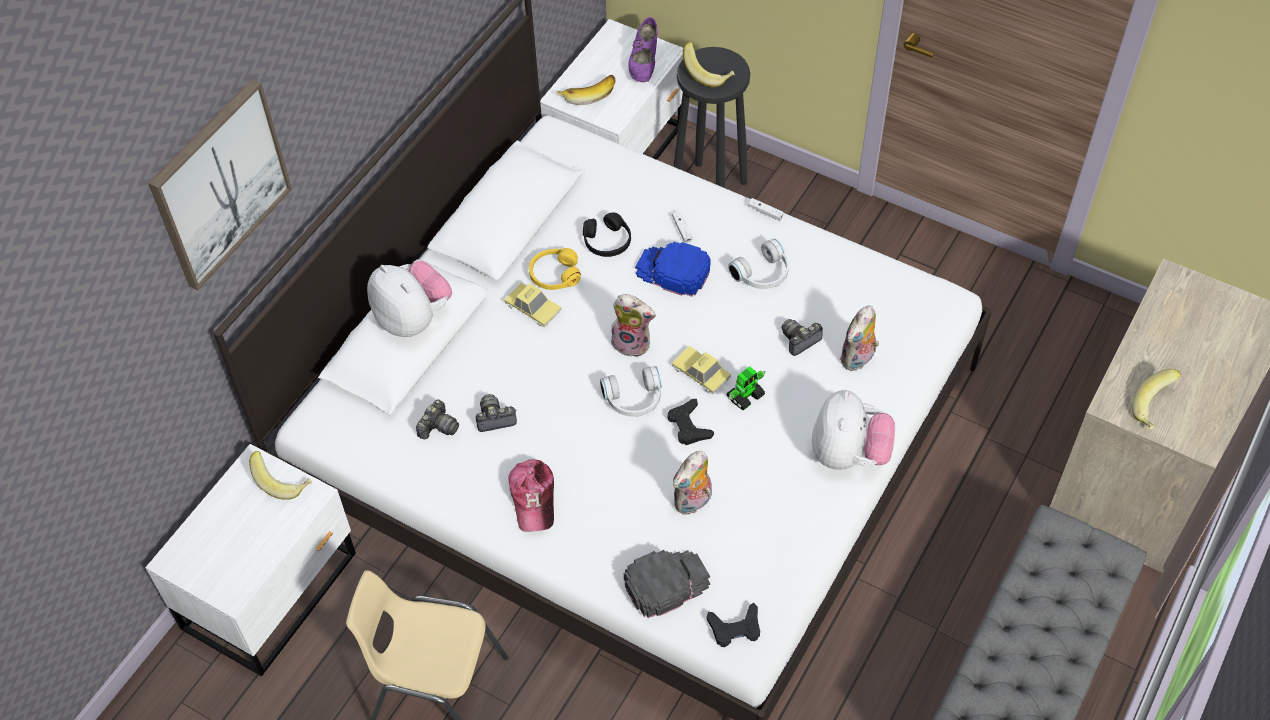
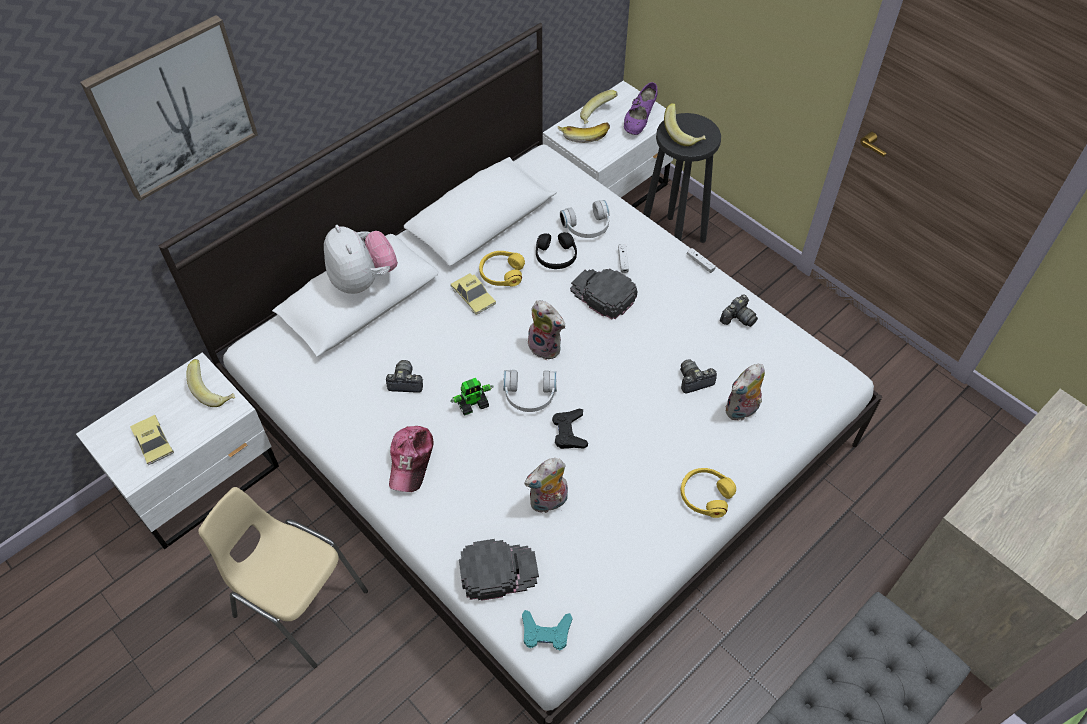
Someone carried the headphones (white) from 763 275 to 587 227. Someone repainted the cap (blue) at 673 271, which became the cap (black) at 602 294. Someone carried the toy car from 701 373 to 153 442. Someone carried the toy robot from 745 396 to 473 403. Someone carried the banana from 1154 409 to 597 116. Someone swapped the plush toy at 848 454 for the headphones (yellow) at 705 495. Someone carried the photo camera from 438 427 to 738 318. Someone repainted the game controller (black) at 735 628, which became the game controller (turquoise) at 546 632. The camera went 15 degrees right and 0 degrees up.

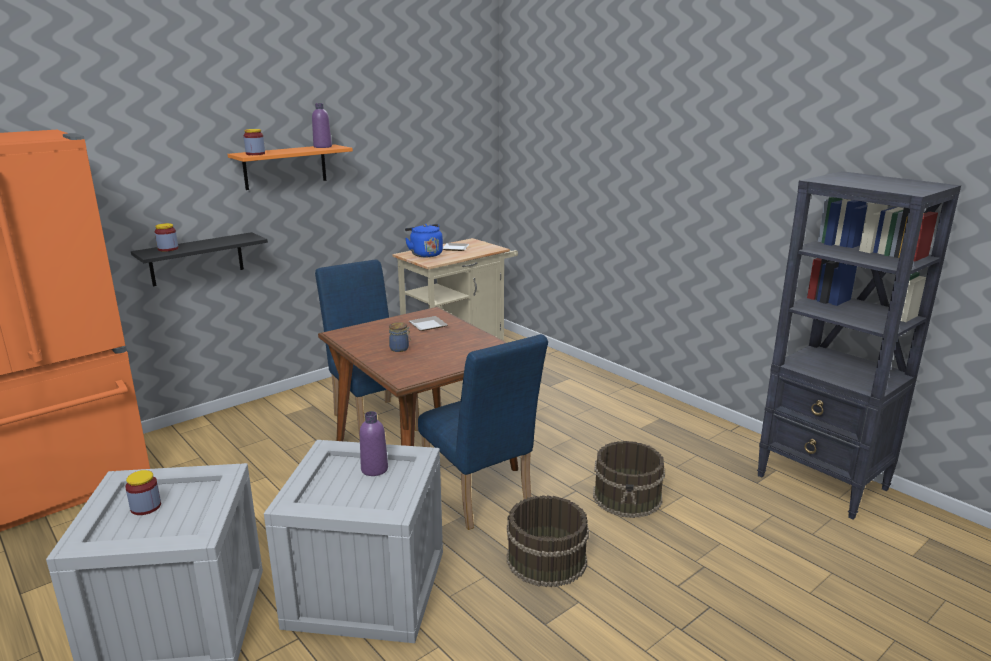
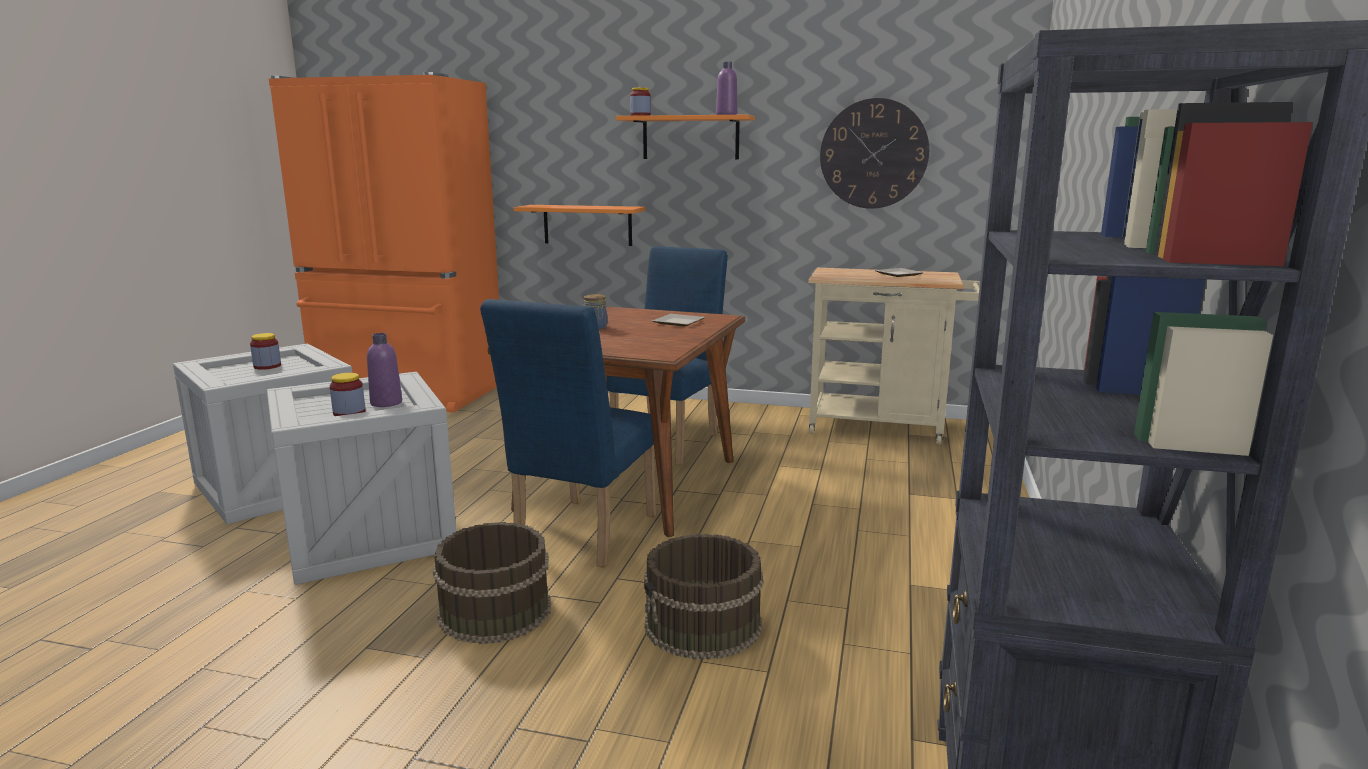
Someone carried the jar from 168 249 to 349 413. Someone took away the kettle (blue) at 425 254. Someone repainted the shelf (black) at 196 259, which became the shelf (orange) at 587 225. Someone put up the wall clock at 873 154. The camera went 55 degrees right and 5 degrees down.

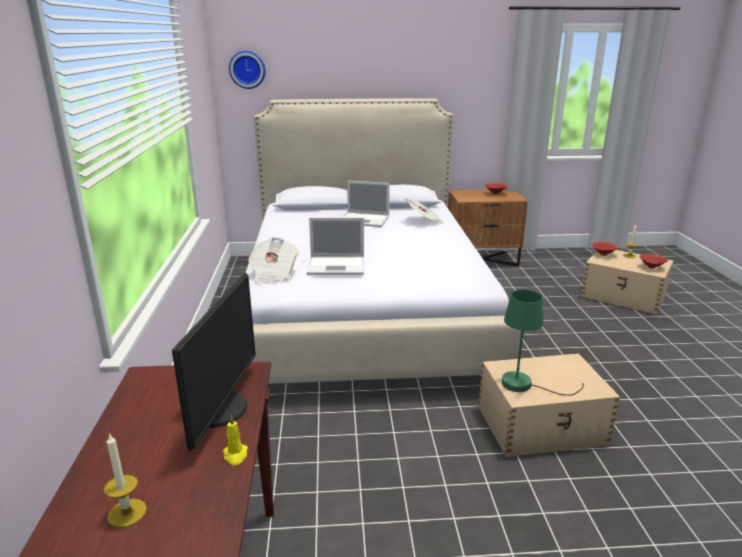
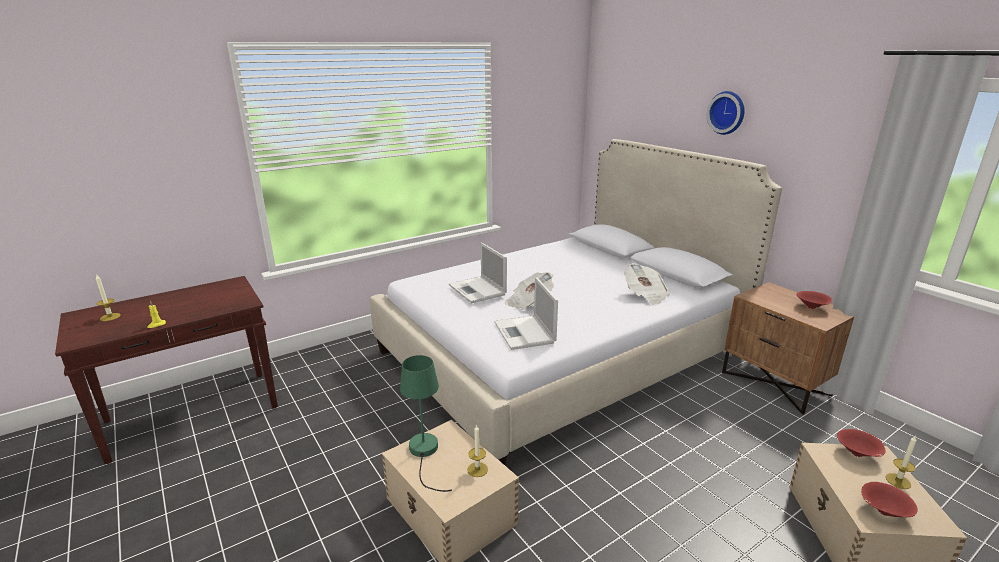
Someone carried the wall clock from 247 69 to 727 112. Someone carried the laptop from 365 220 to 525 333. Someone carried the newspaper from 273 274 to 528 302. Someone took away the monitor at 221 409. Someone put down the candle at 477 469. The camera went 60 degrees right and 0 degrees up.

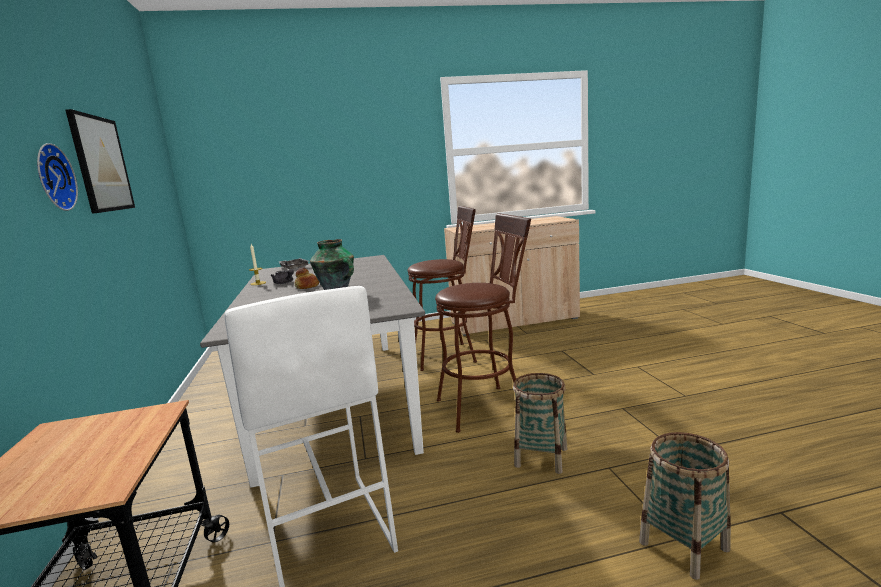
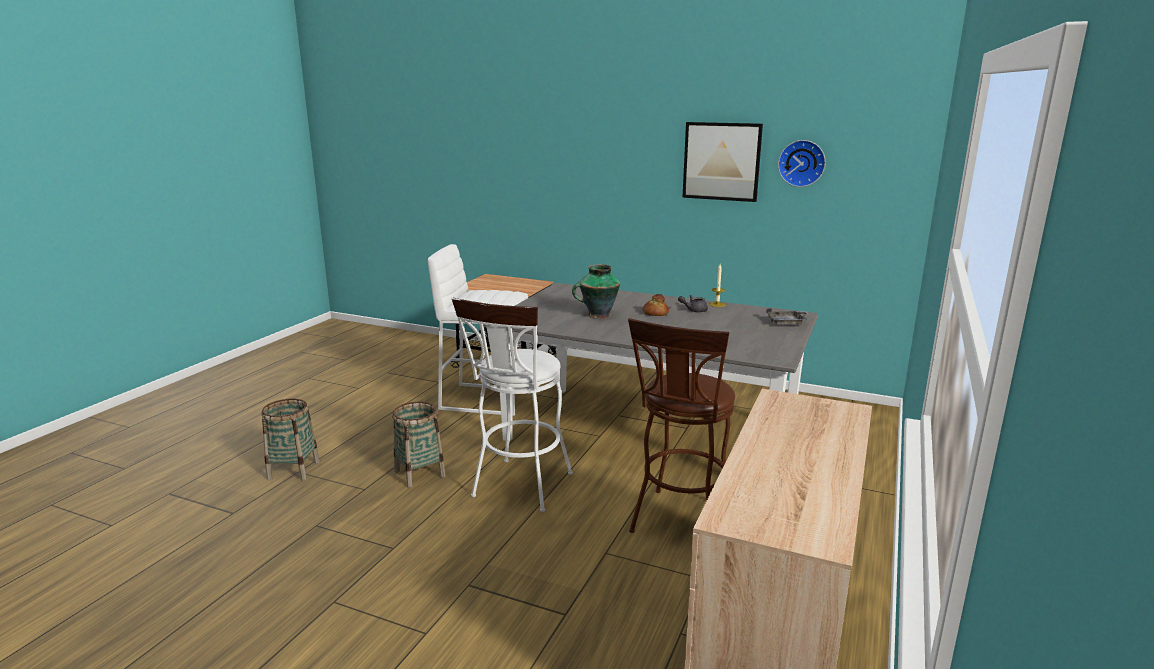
Someone carried the wall clock from 52 178 to 801 163. Someone repainted the stool (brown) at 487 406, which became the stool (white) at 519 489. The camera went 125 degrees right and 5 degrees up.

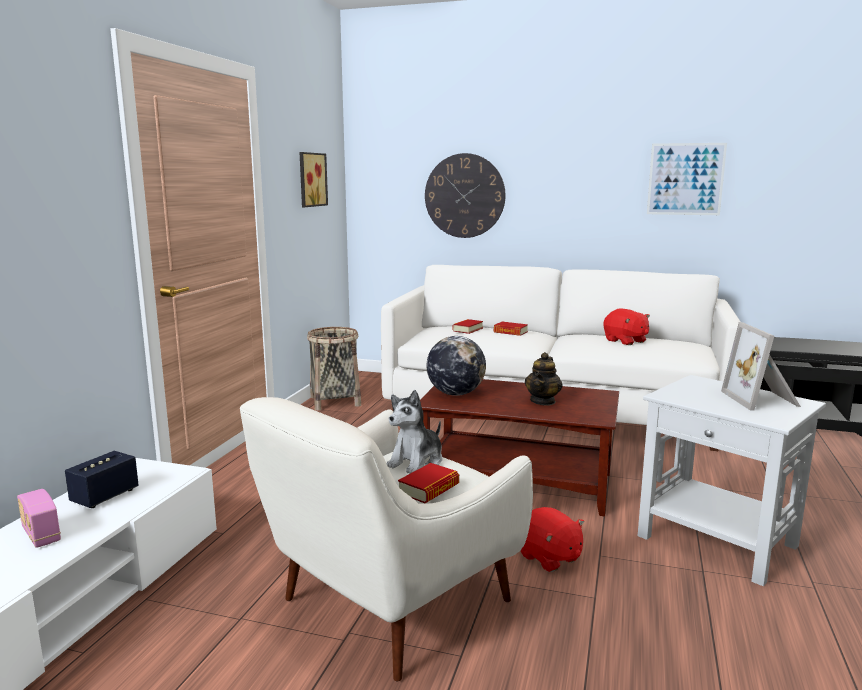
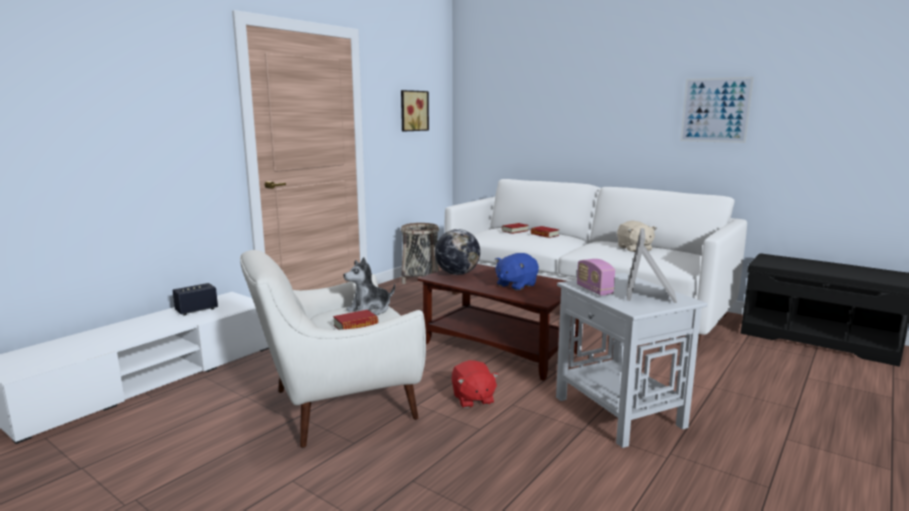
Someone took away the wall clock at 464 196. Someone repainted the plush toy (red) at 625 341, which became the plush toy (beige) at 634 248. Someone swapped the teapot at 543 401 for the plush toy (blue) at 515 285. Someone carried the radio from 41 535 to 594 290. The camera went 20 degrees right and 0 degrees up.

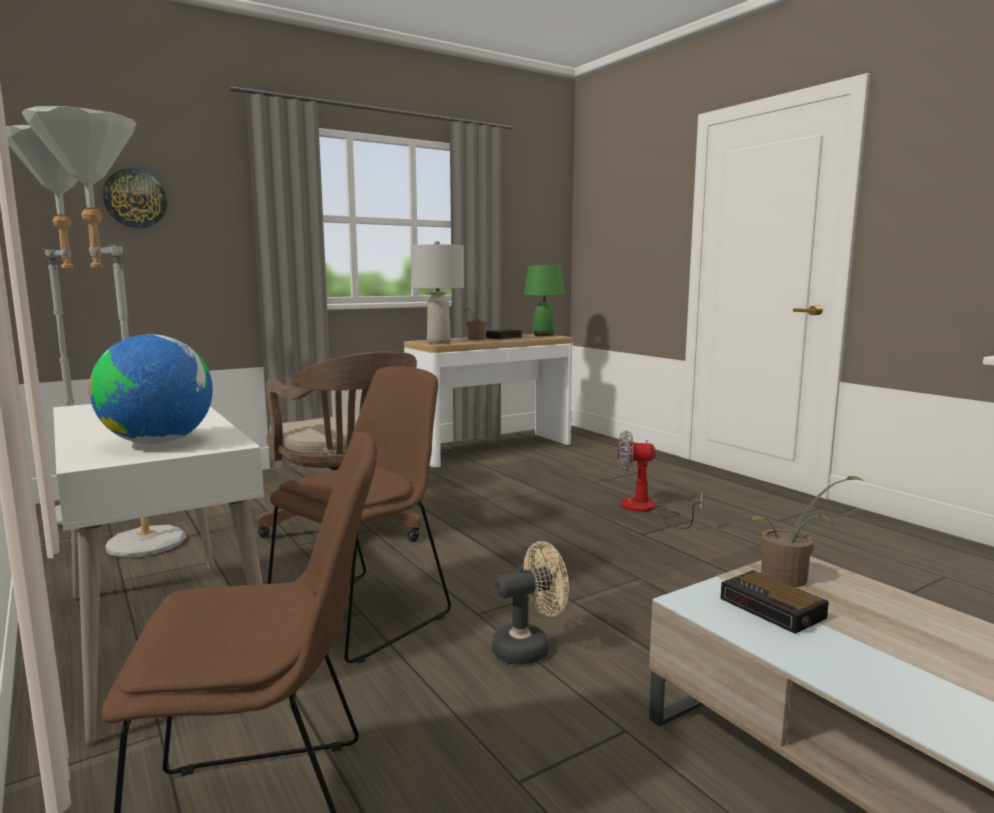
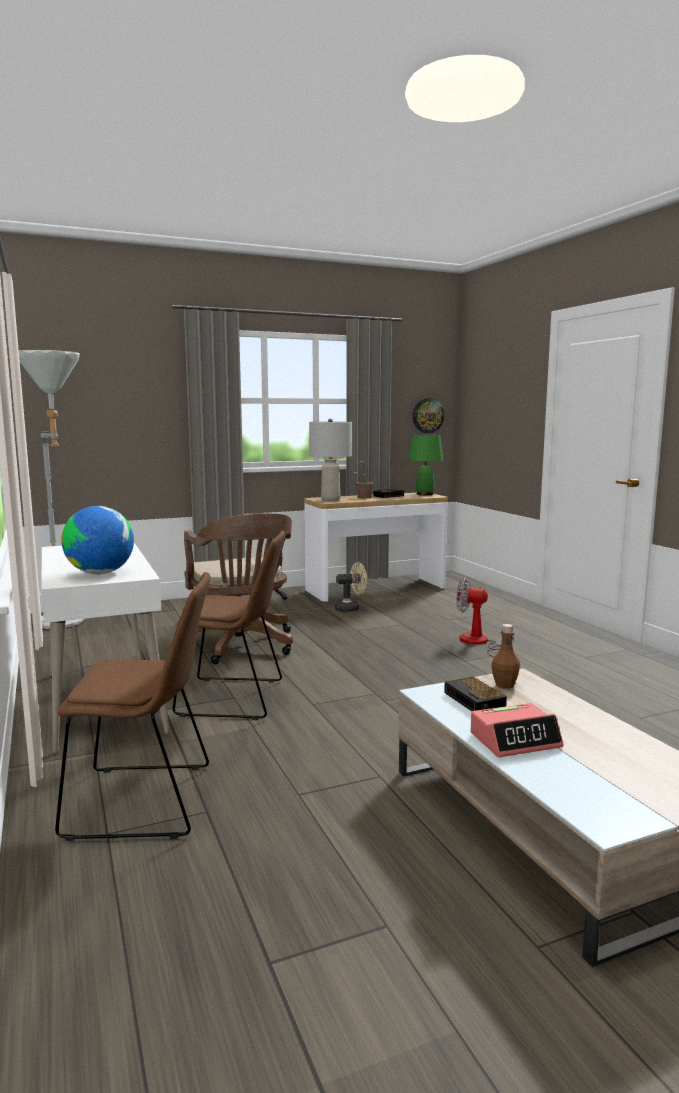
Someone took away the floor lamp (grey) at 132 542. Someone carried the wall clock from 135 198 to 427 415. Someone rotated the chair (brown) at 364 613 by 45 degrees clockwise. Someone swapped the potted plant at 791 578 for the bottle (brown) at 504 685. Someone carried the fan (beige) from 529 648 to 351 609. Someone put down the alarm clock at 515 740. The camera went 10 degrees right and 0 degrees up.

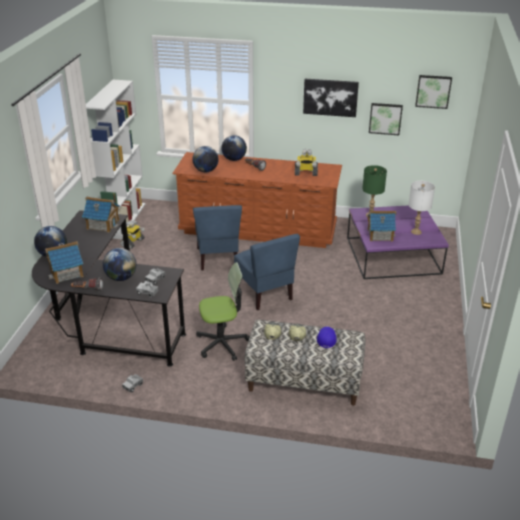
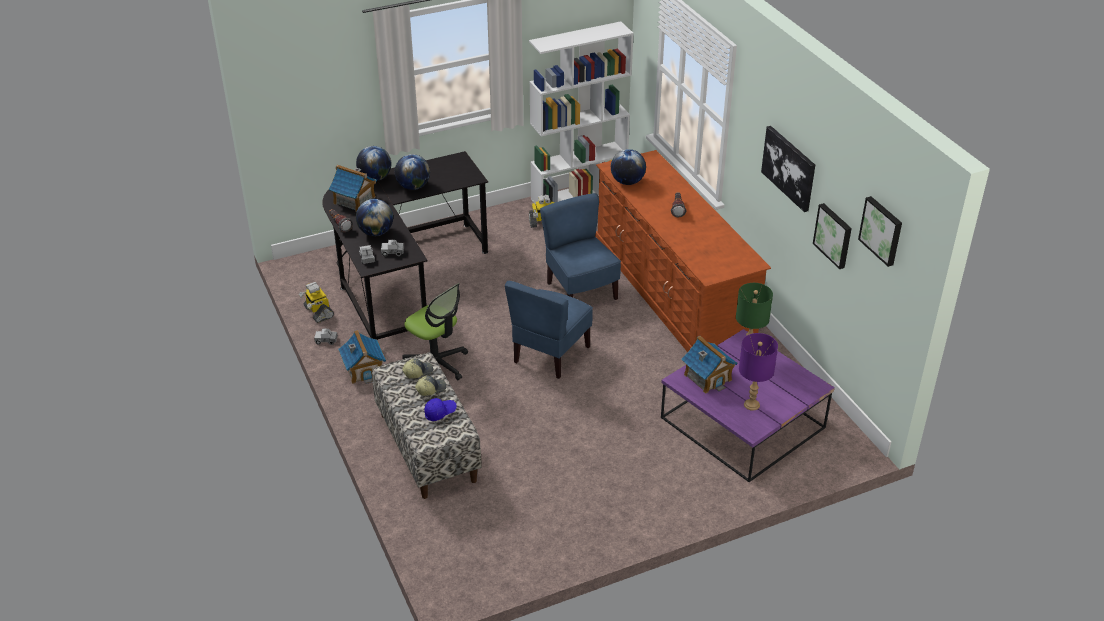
Someone carried the globe from 234 159 to 413 187. Someone carried the toy robot from 305 173 to 318 312. Someone repainted the table lamp (white) at 416 232, which became the table lamp (purple) at 752 405. Someone carried the toy house from 103 224 to 364 369. Someone rotated the chair (blue) at 218 258 by 105 degrees clockwise. The camera went 55 degrees right and 5 degrees up.

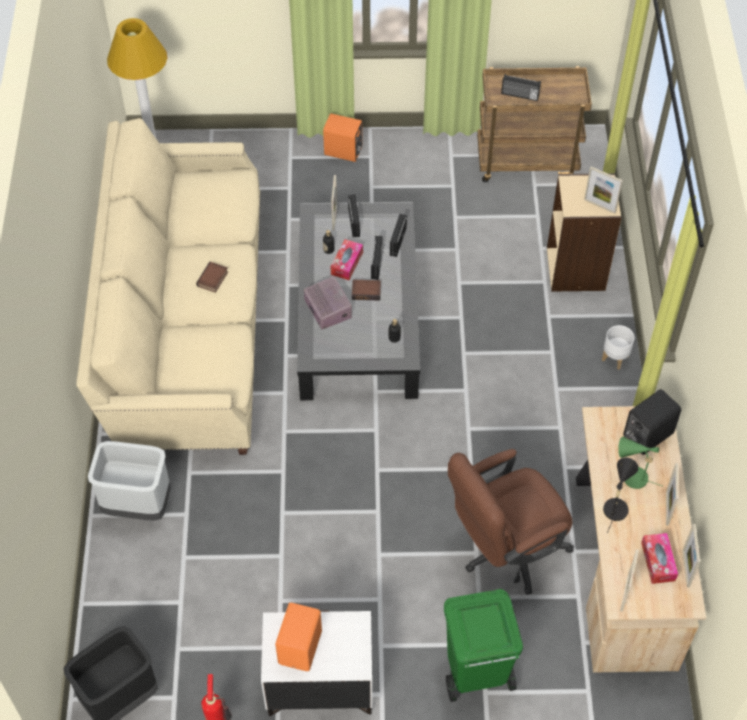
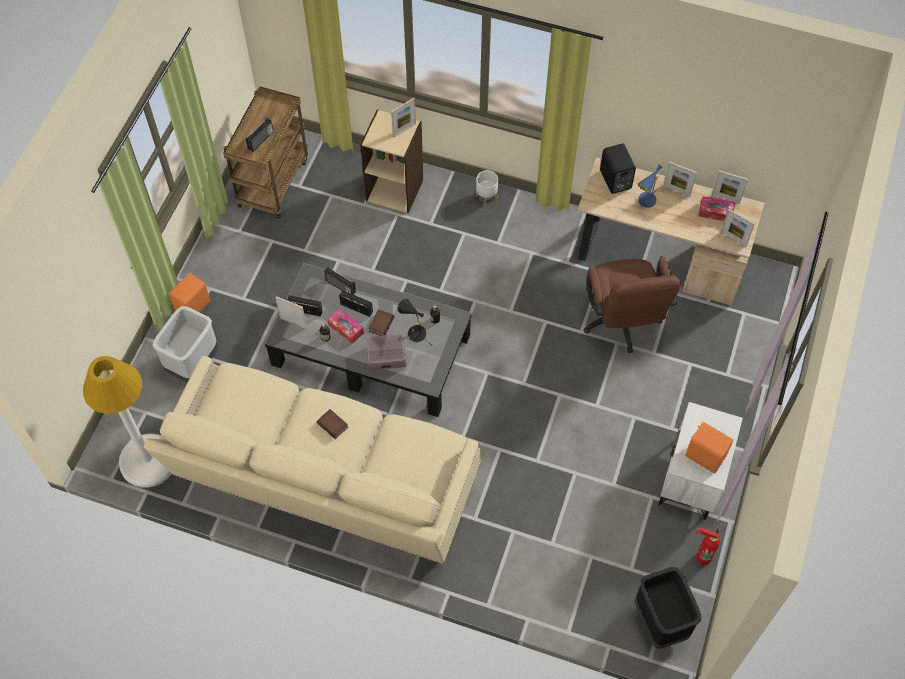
Someone repainted the table lamp (green) at 631 477, which became the table lamp (blue) at 645 202. Someone carried the trash can (grey) from 137 506 to 193 364. Someone carried the table lamp (black) from 615 506 to 414 332. Someone took away the trash can (green) at 475 673. The camera went 70 degrees left and 5 degrees up.

